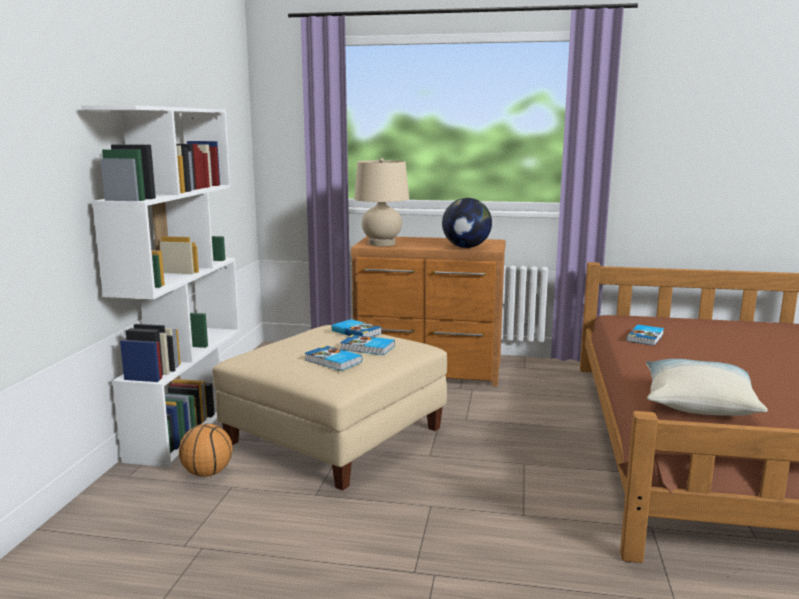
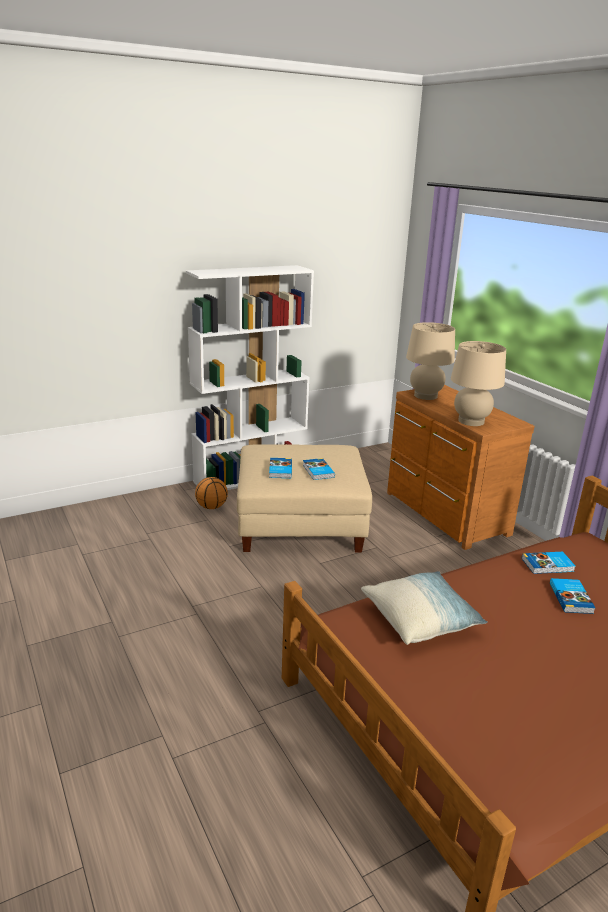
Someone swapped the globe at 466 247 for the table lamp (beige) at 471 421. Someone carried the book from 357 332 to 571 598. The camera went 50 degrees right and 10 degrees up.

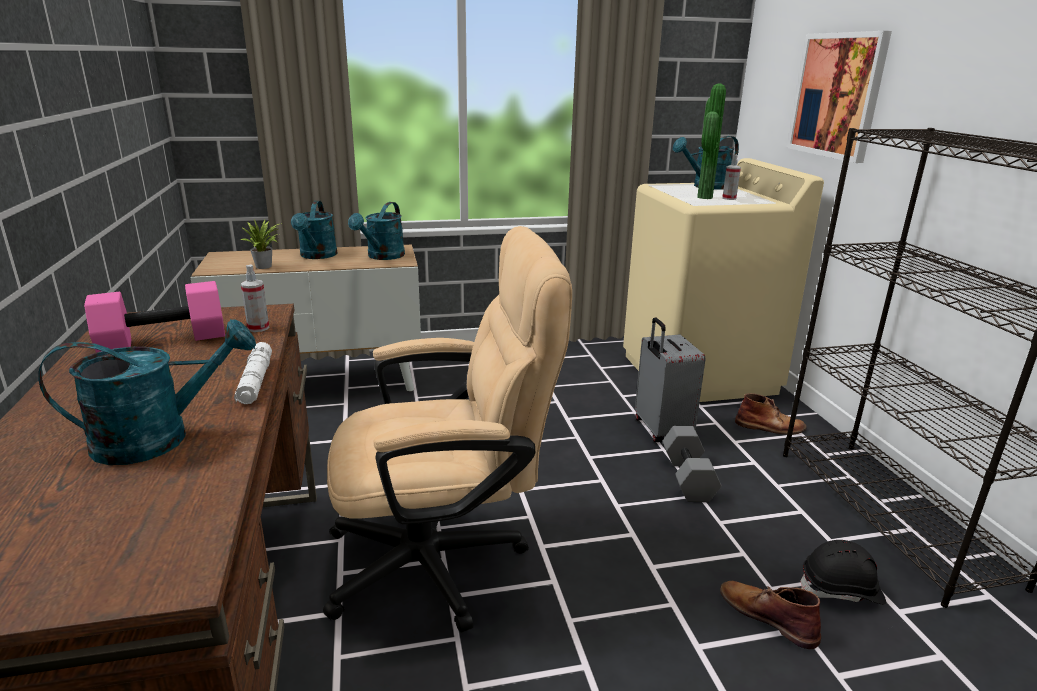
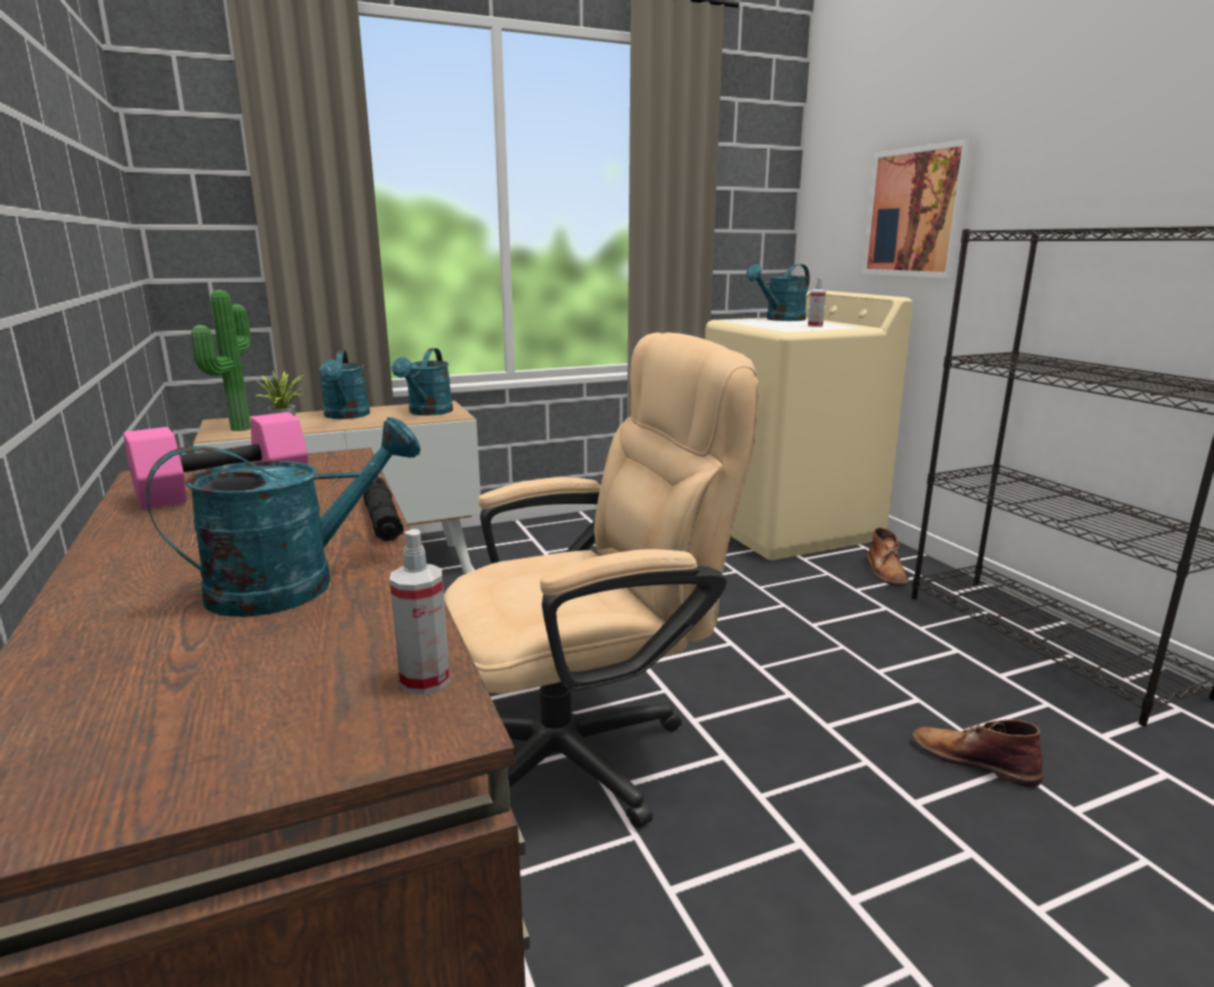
Someone carried the potted plant from 701 197 to 237 429. Someone carried the spray bottle from 258 328 to 425 680. Someone took away the suitcase (grey) at 660 430. Someone repainted the flashlight (white) at 256 381, which became the flashlight (black) at 382 519. Someone rotated the boot (brown) at 770 427 by 90 degrees clockwise. Someone took away the dumbbell (grey) at 689 478. Someone took away the hard hat (black) at 841 590. The camera went 10 degrees left and 5 degrees down.

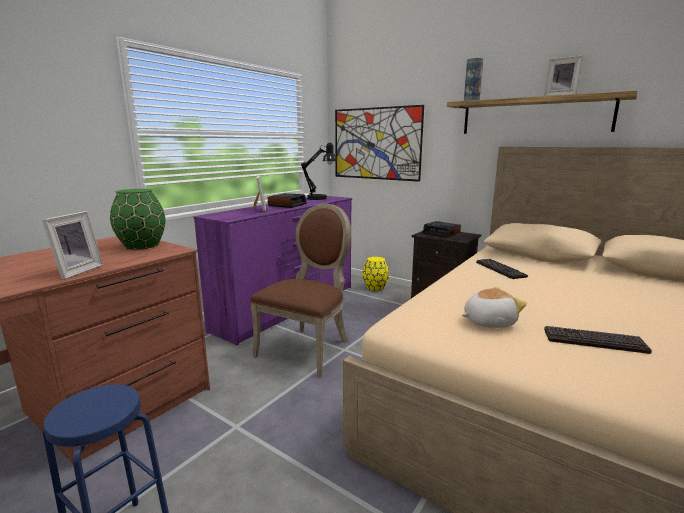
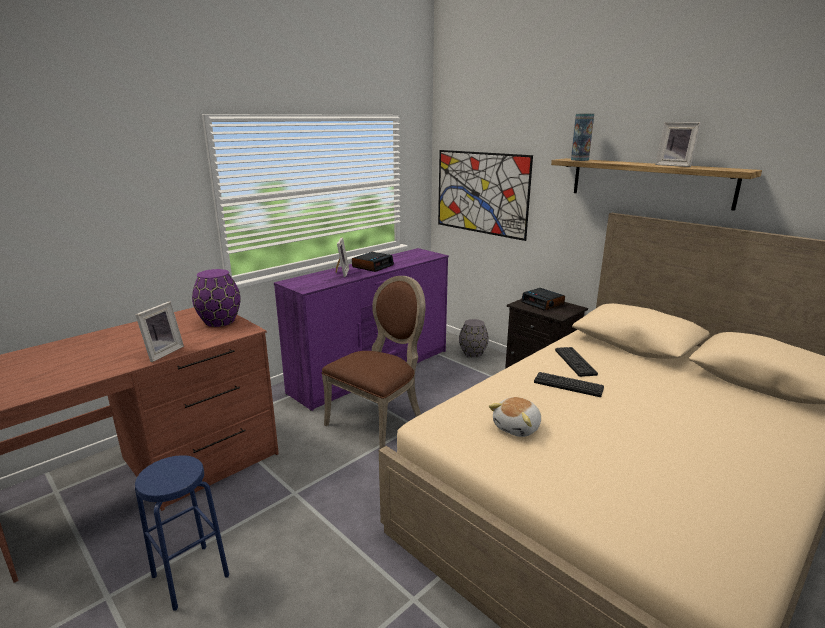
Someone took away the table lamp (black) at 321 198. Someone repainted the vase (green) at 141 246, which became the vase (purple) at 219 322. Someone repainted the vase (yellow) at 375 287, which became the vase (grey) at 473 353. Someone rotated the plush toy at 488 321 by 135 degrees clockwise. Someone carried the keyboard from 594 340 to 568 385. The camera went 10 degrees right and 5 degrees up.

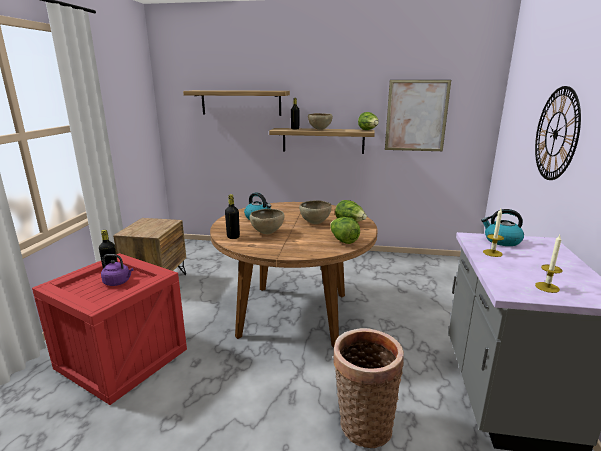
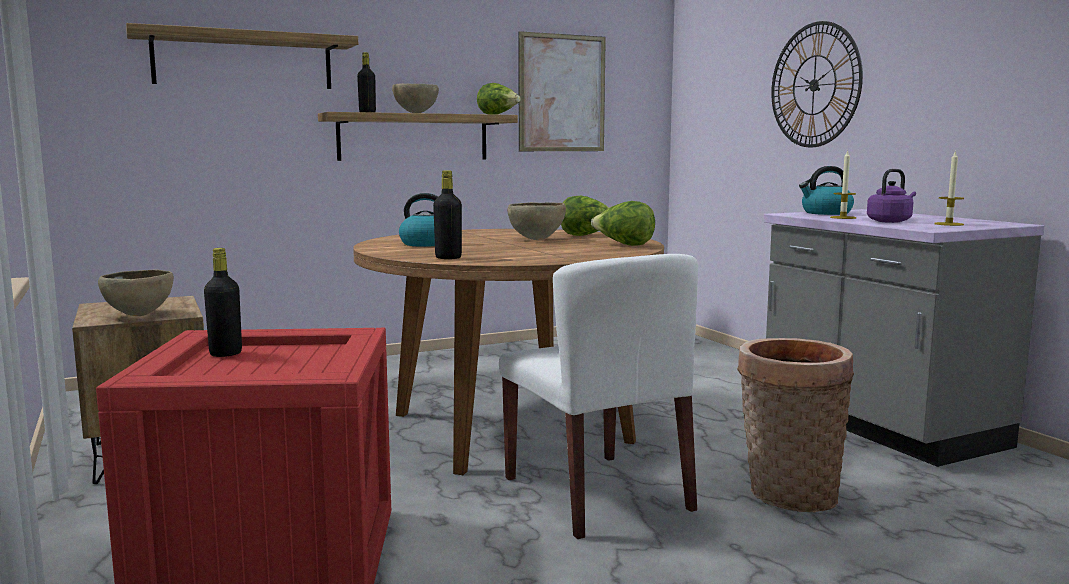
Someone carried the bowl (brown) from 267 233 to 140 315. Someone carried the kettle (purple) from 118 282 to 890 221. Someone put down the chair (white) at 597 494. The camera went 35 degrees left and 10 degrees down.

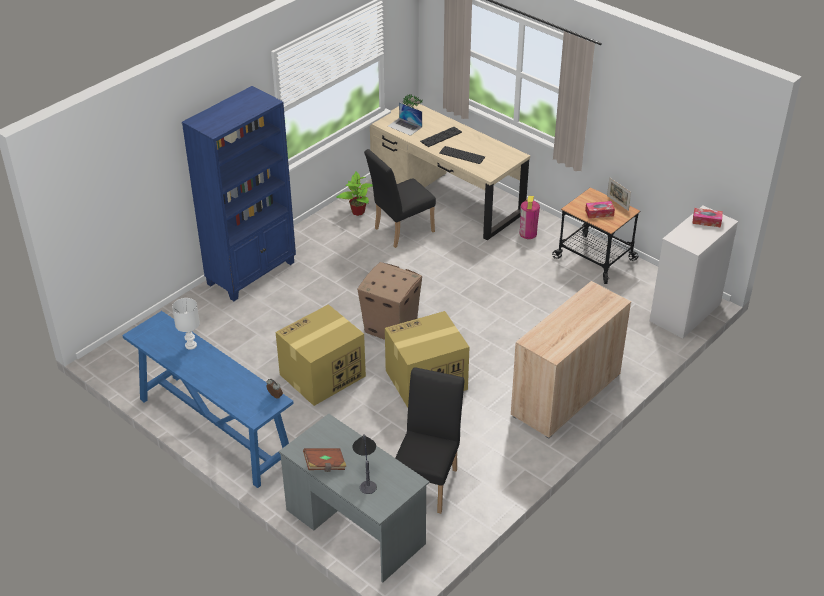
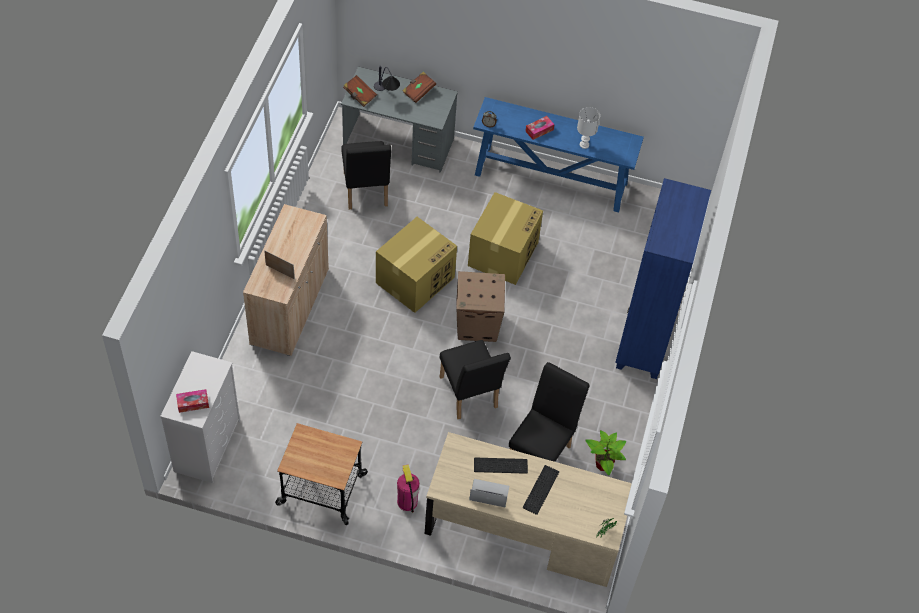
Someone carried the laptop from 405 126 to 489 493. Someone carried the picture frame from 617 203 to 280 272. Someone carried the tissue box from 599 213 to 539 130. Someone put down the book (brown) at 359 95. Someone put down the chair (black) at 469 396. The camera went 150 degrees right and 15 degrees up.

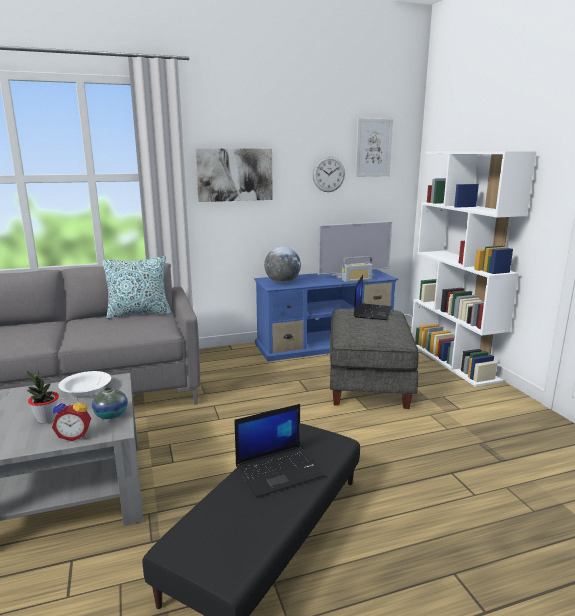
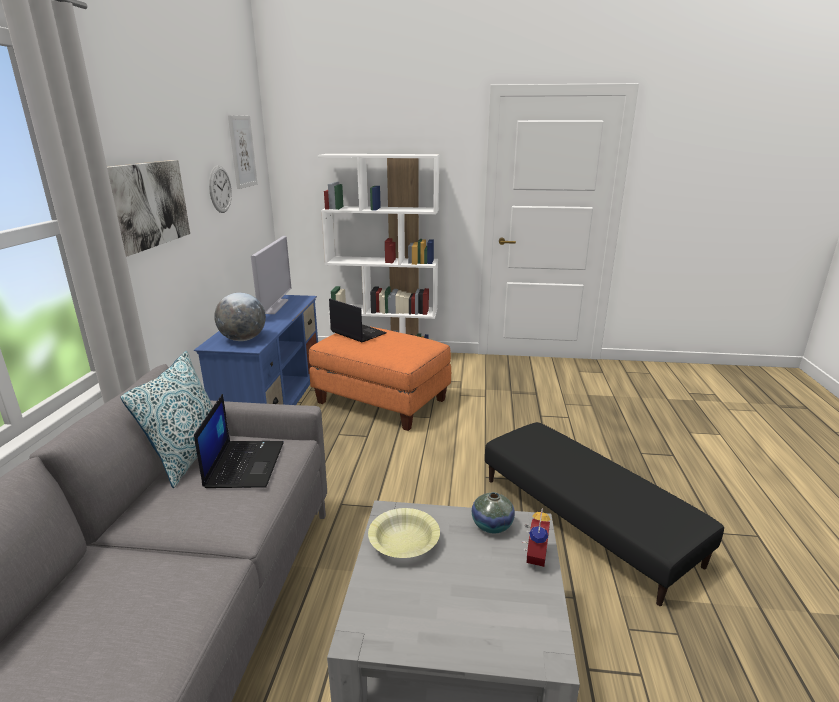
Someone took away the radio at 356 280. Someone repainted the ottoman (grey) at 367 381, which became the ottoman (orange) at 380 401. Someone took away the potted plant at 46 419. Someone repainted the bowl (white) at 86 390, which became the bowl (yellow) at 404 542. Someone carried the laptop from 279 470 to 244 464. The camera went 65 degrees left and 5 degrees up.

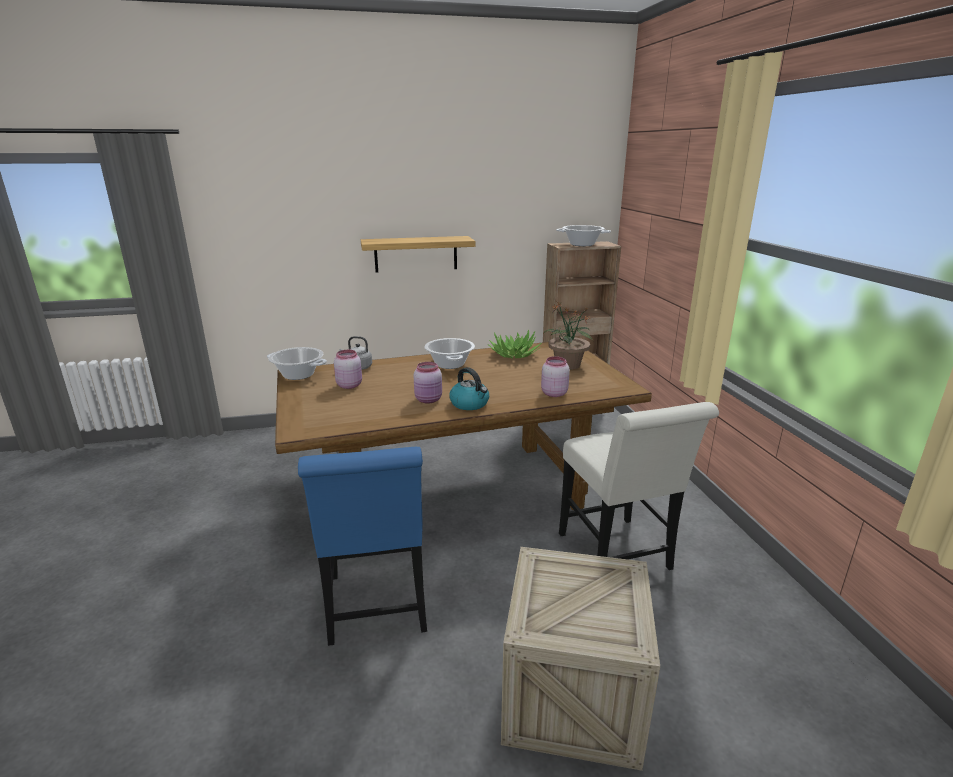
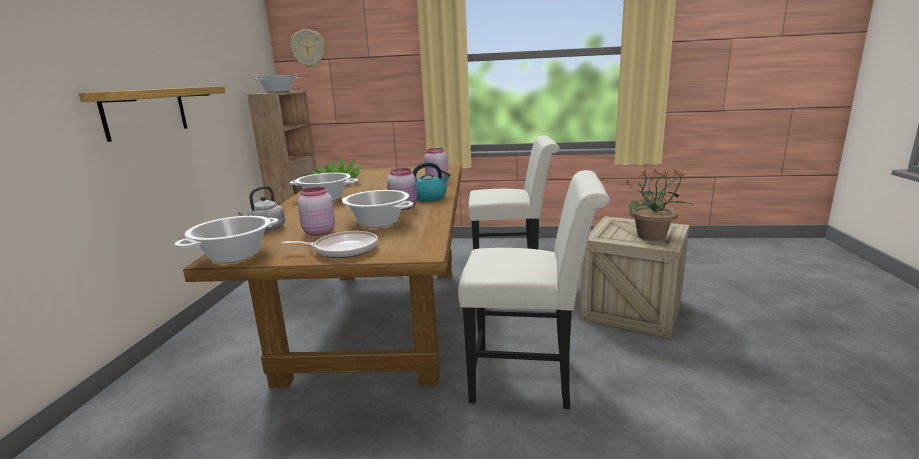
Someone carried the potted plant from 567 365 to 652 236. Someone repainted the chair (blue) at 377 609, which became the chair (white) at 530 377. Someone put up the wall clock at 308 48. Someone put down the cooking pot at 378 222. Someone put down the frying pan at 343 249. The camera went 70 degrees left and 5 degrees down.

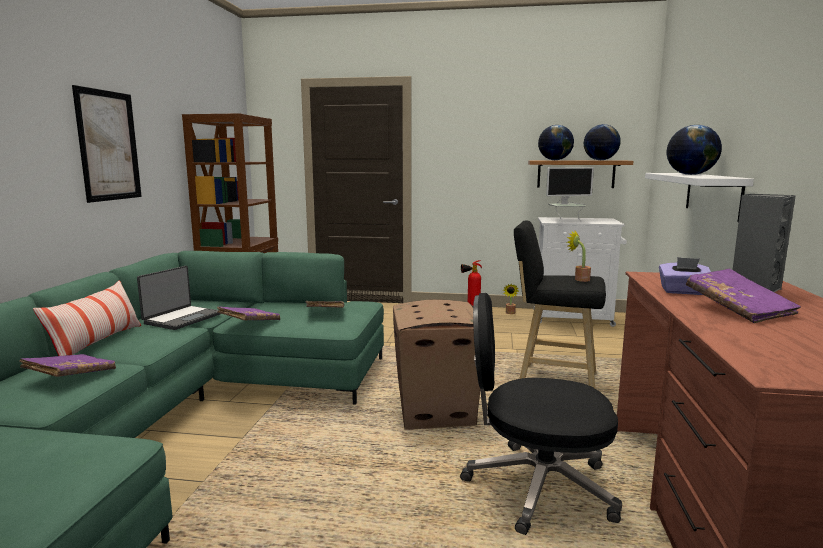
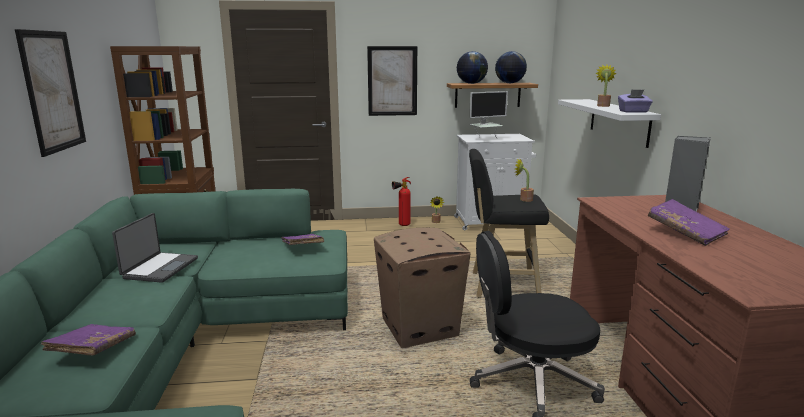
Someone swapped the globe at 690 174 for the potted plant at 603 105. Someone carried the tissue box (purple) from 683 292 to 633 111. Someone took away the pillow at 97 343. Someone took away the book (purple) at 250 323. Someone put up the picture at 392 81. The camera went 15 degrees left and 5 degrees up.

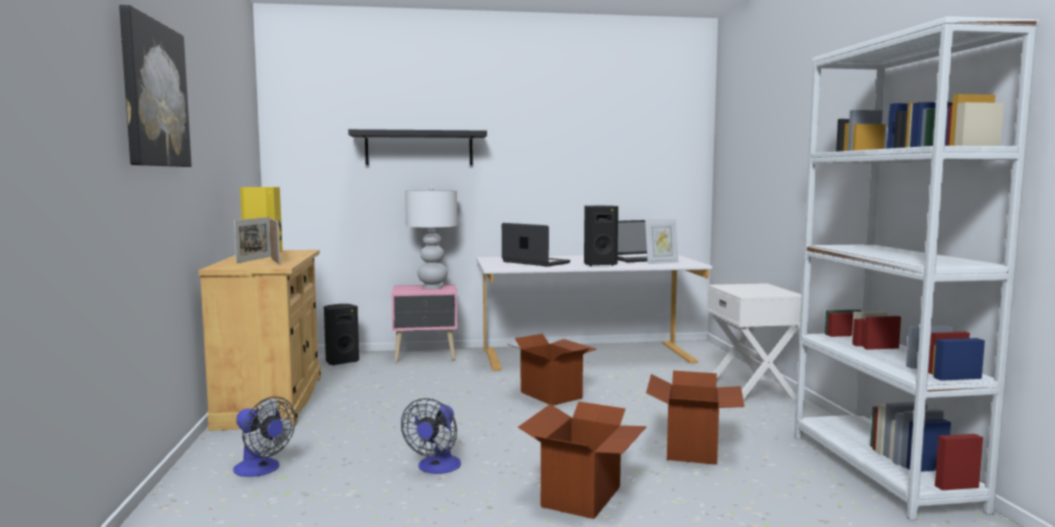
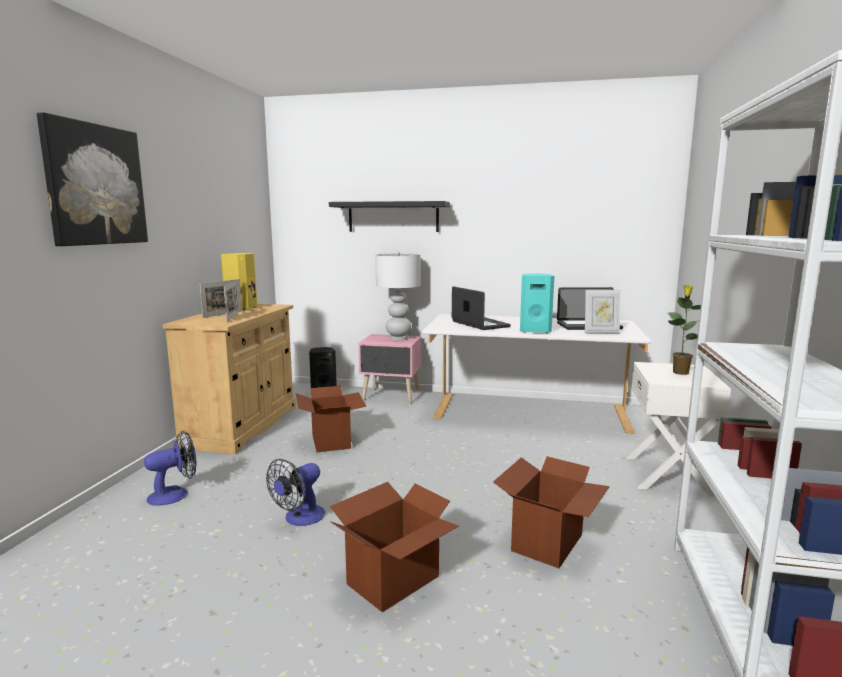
Someone repainted the speaker (black) at 599 264, which became the speaker (turquoise) at 535 331. Someone carried the cardboard box from 551 395 to 332 441. Someone rotated the fan at 261 469 by 90 degrees counterclockwise. Someone put down the potted plant at 680 372. The camera went 20 degrees right and 5 degrees up.

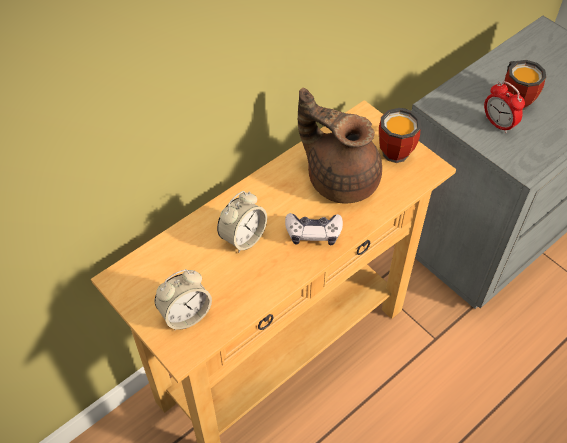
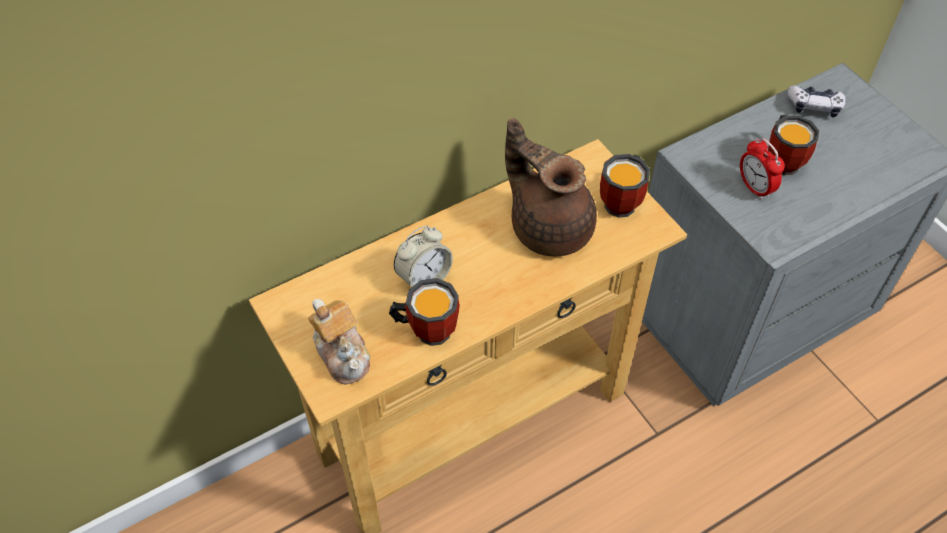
Someone carried the game controller from 313 233 to 814 106. Someone swapped the alarm clock at 185 314 for the teapot at 343 353. Someone put down the mug at 427 328. The camera went 10 degrees right and 0 degrees up.

